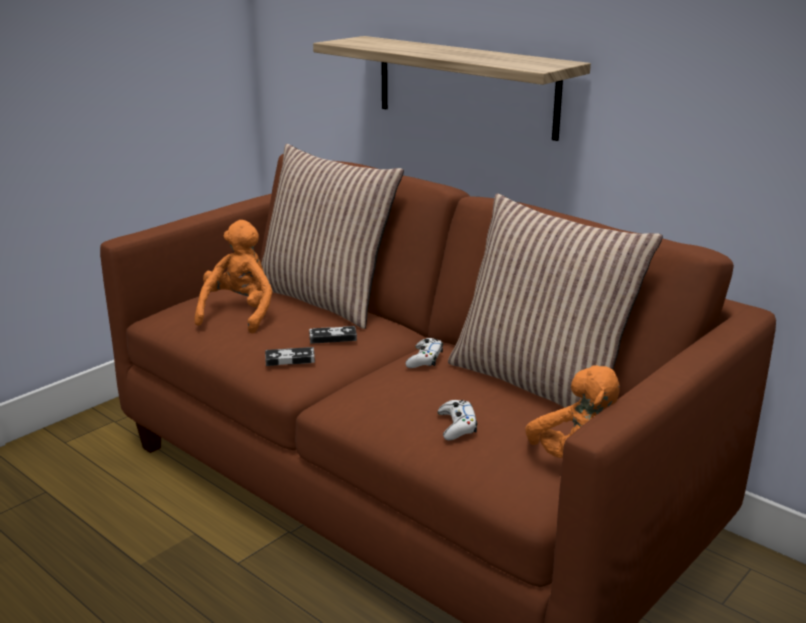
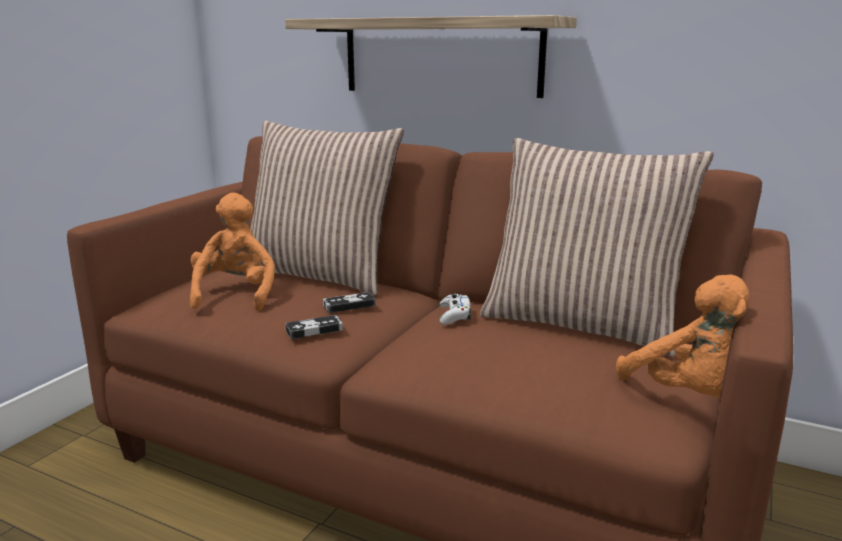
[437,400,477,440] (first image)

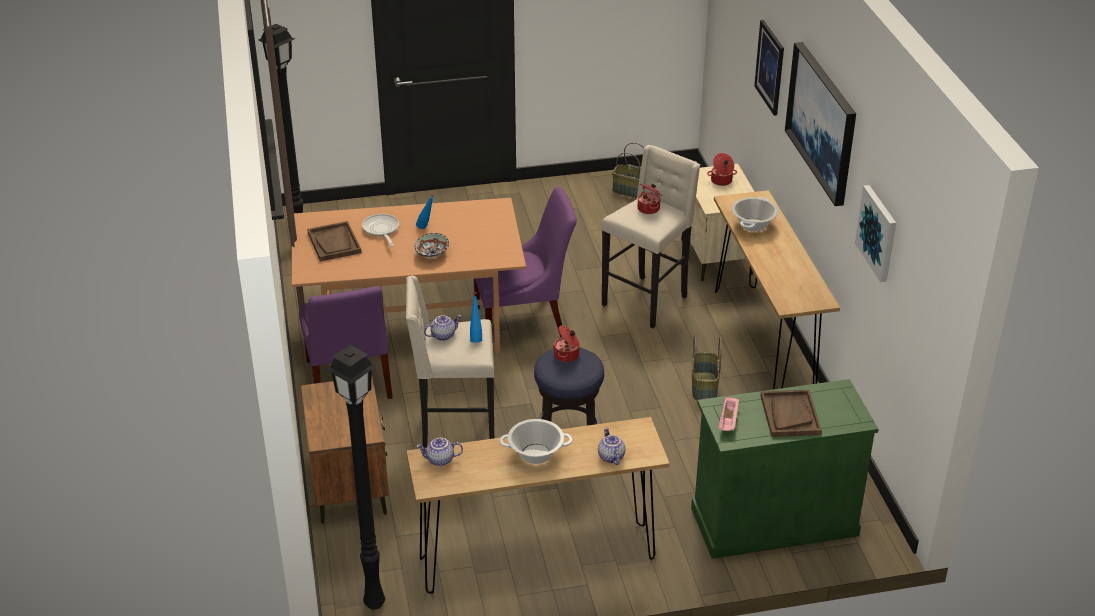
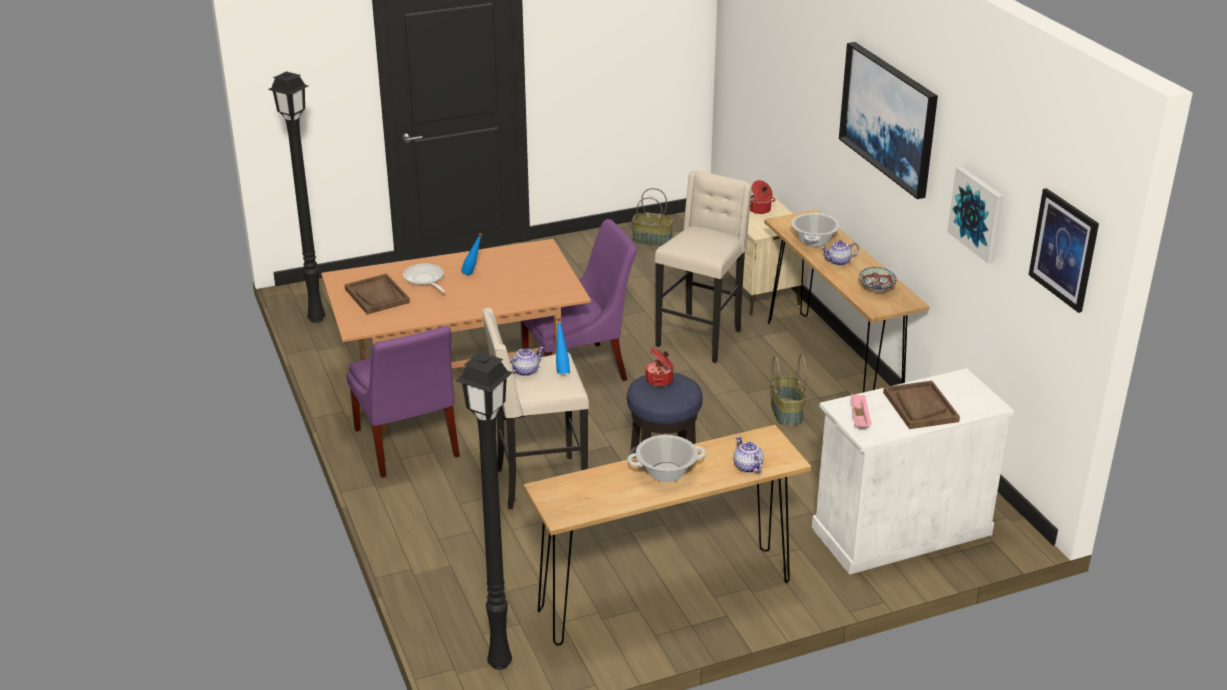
[301,376,389,524] (first image)
[638,184,662,214] (first image)
[859,267,897,292]
[821,240,859,266]
[1029,188,1099,313]
[812,368,1014,575]

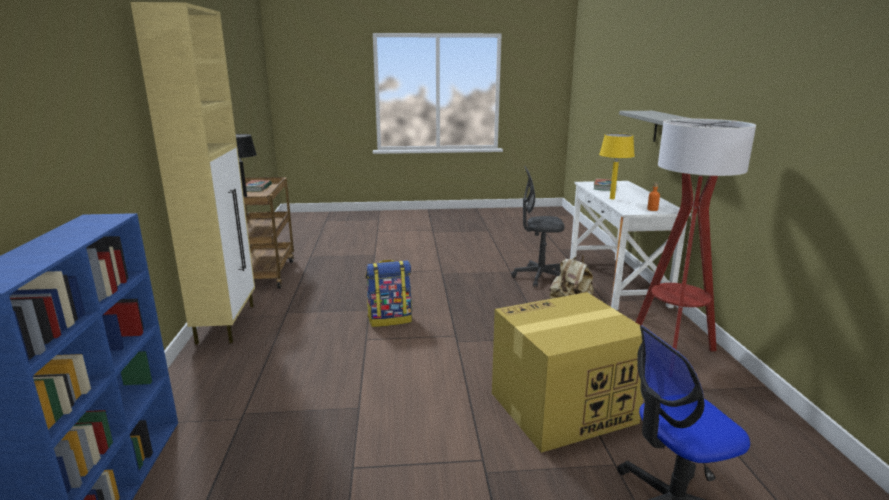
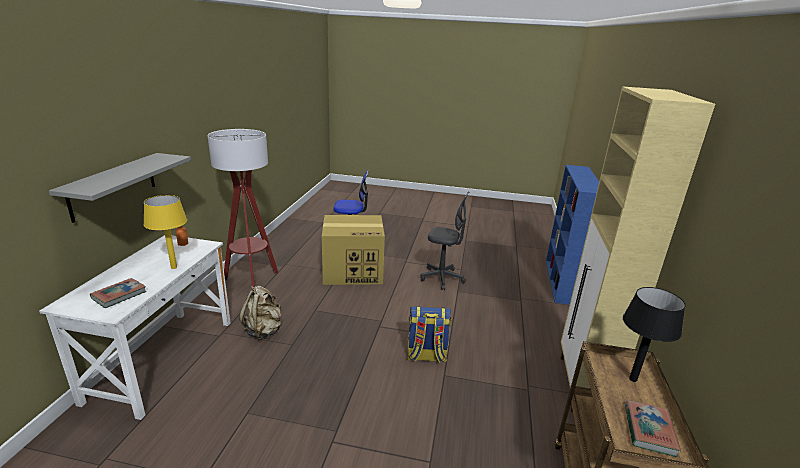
[420,191,470,290]

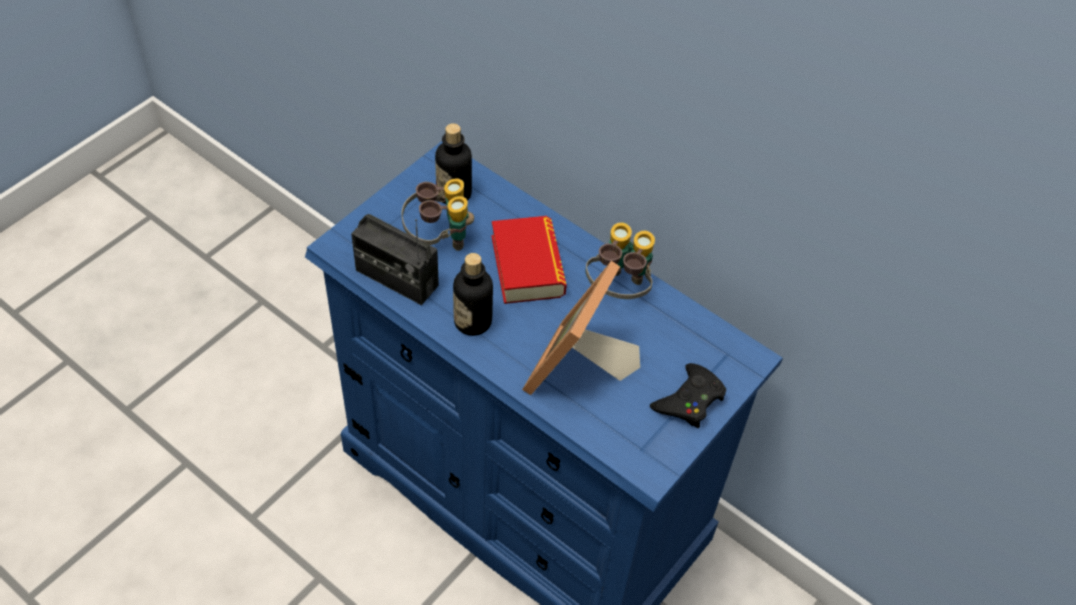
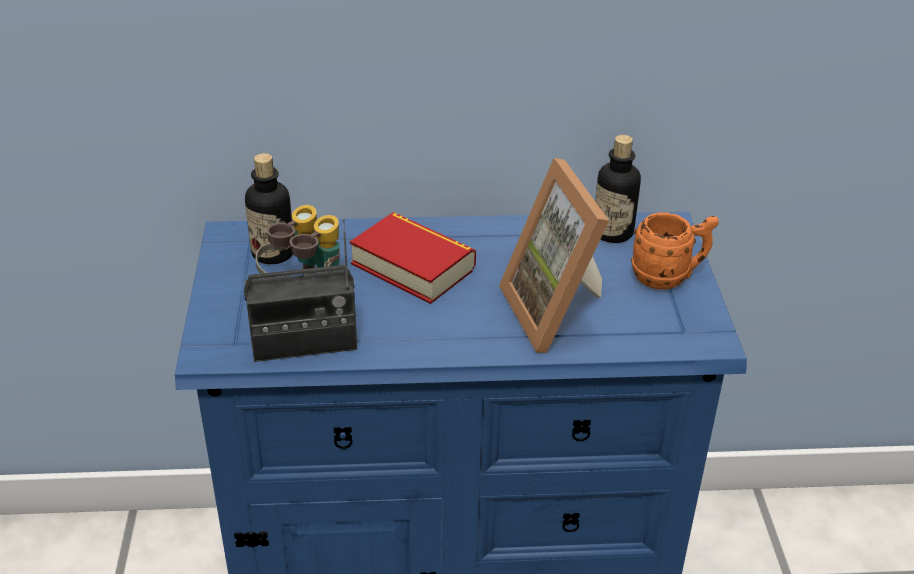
[586,222,655,299] (first image)
[595,135,641,243]
[631,212,719,290]

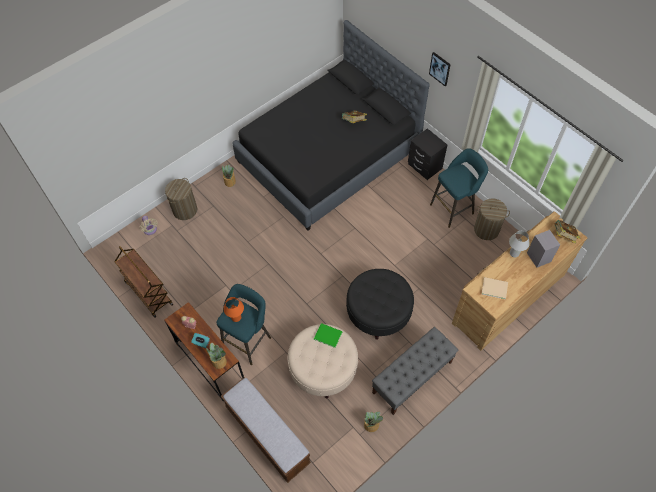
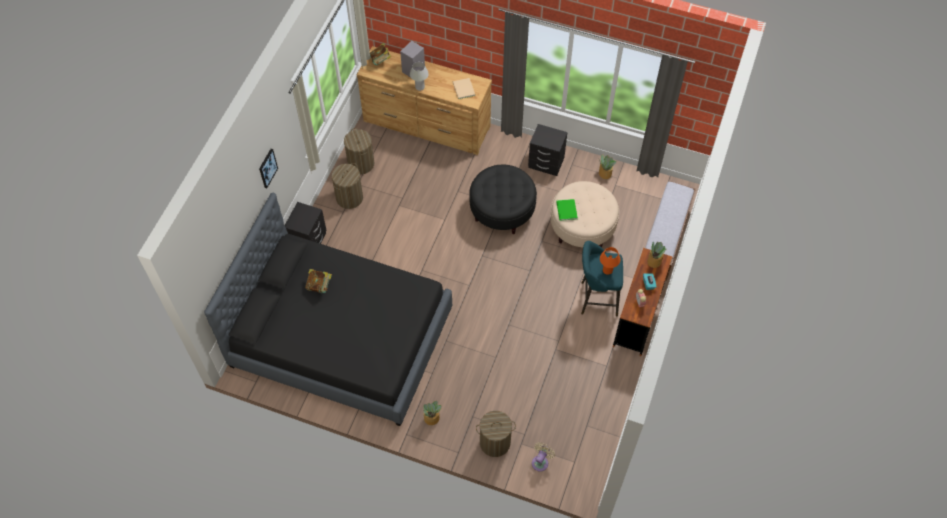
[114,246,173,318] (first image)
[528,124,567,176]
[331,163,363,209]

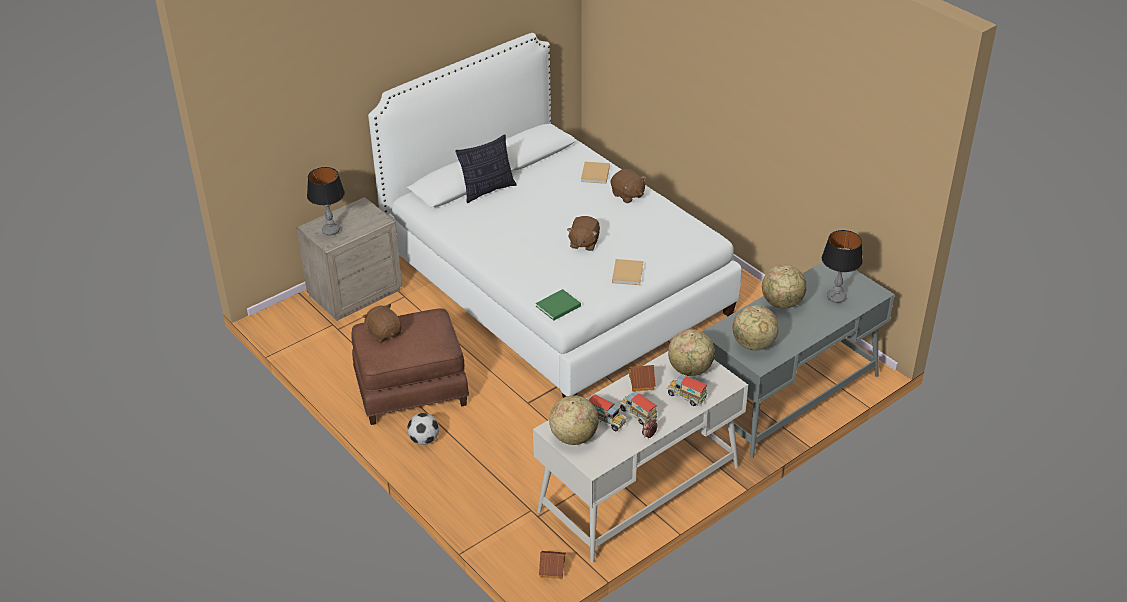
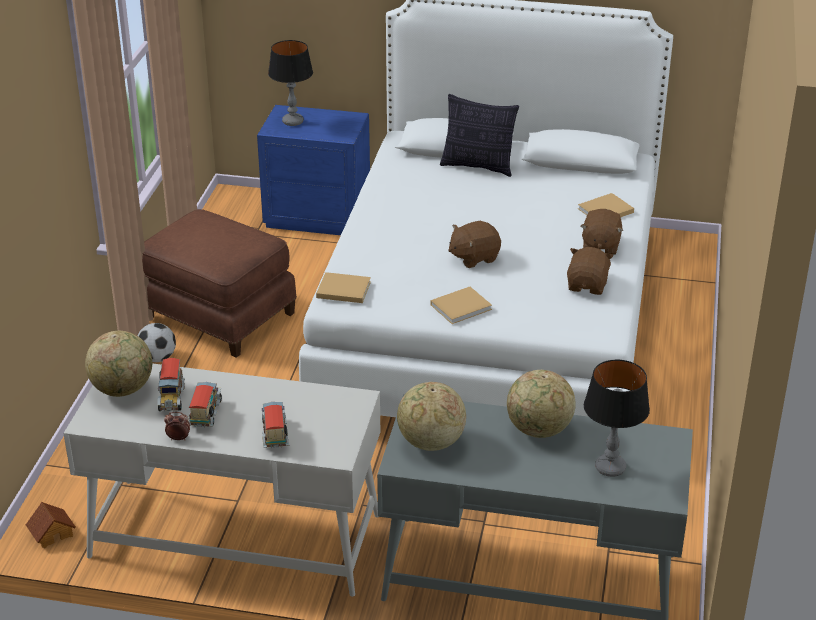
[628,365,656,392] (first image)
[668,329,715,376] (first image)
[567,247,614,295]
[257,105,370,235]
[316,272,371,303]

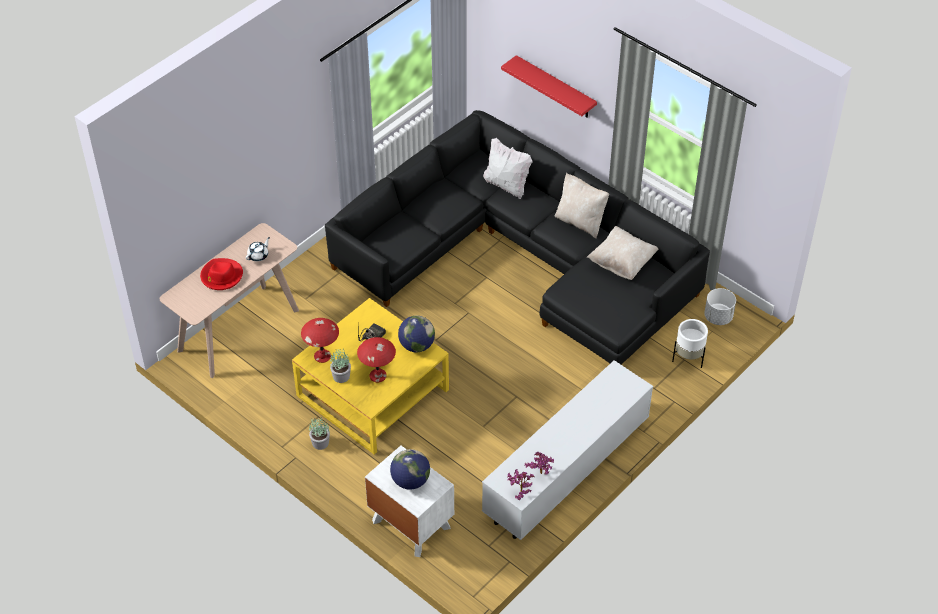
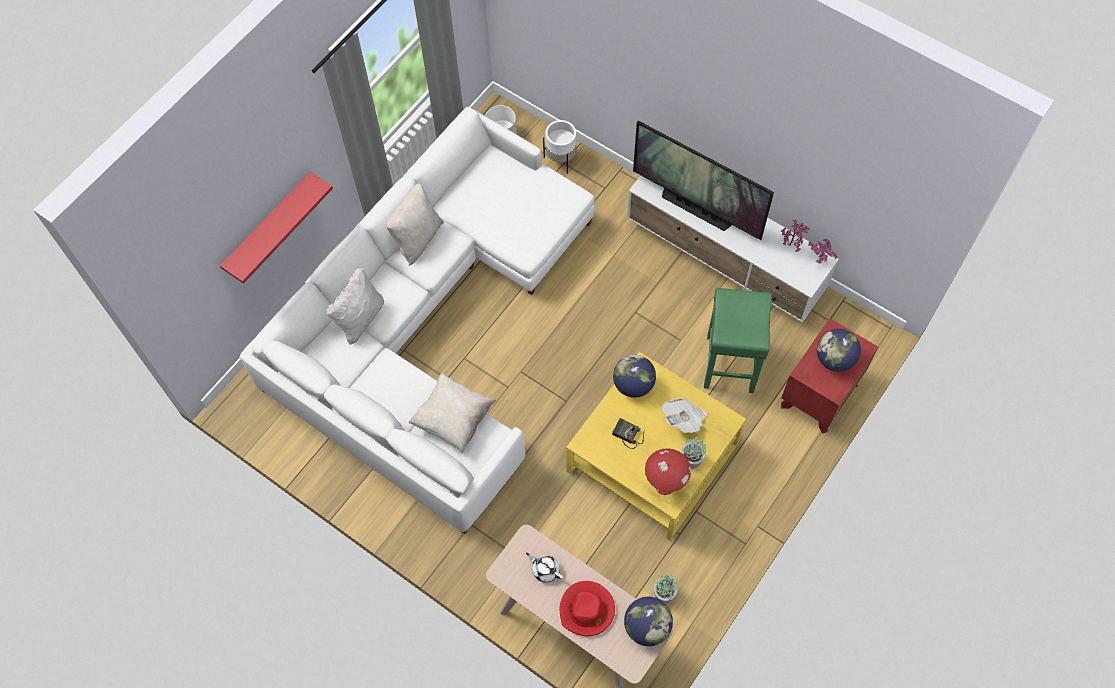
[624,597,673,646]
[633,121,774,240]
[704,288,772,393]
[653,574,678,603]
[408,373,496,453]
[662,398,707,433]
[240,107,595,534]
[781,318,878,434]

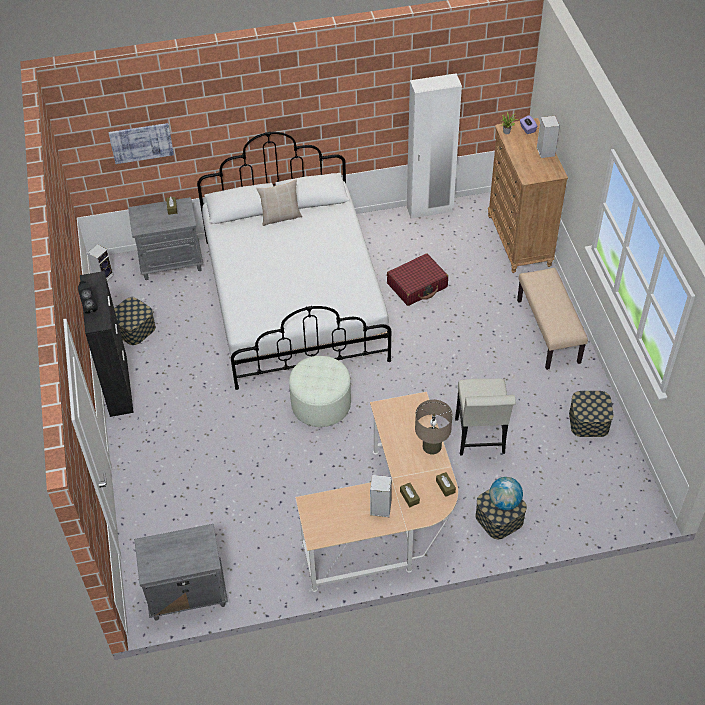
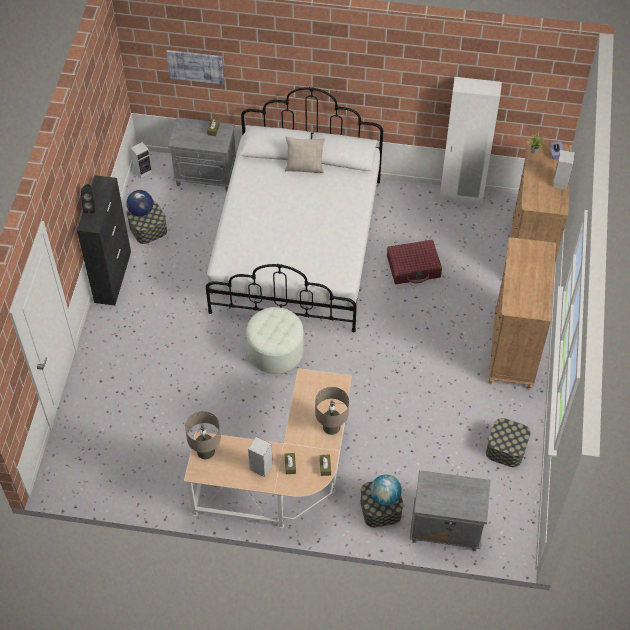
[455,378,516,456] (first image)
[126,190,153,217]
[185,411,221,459]
[410,470,491,551]
[488,237,556,390]

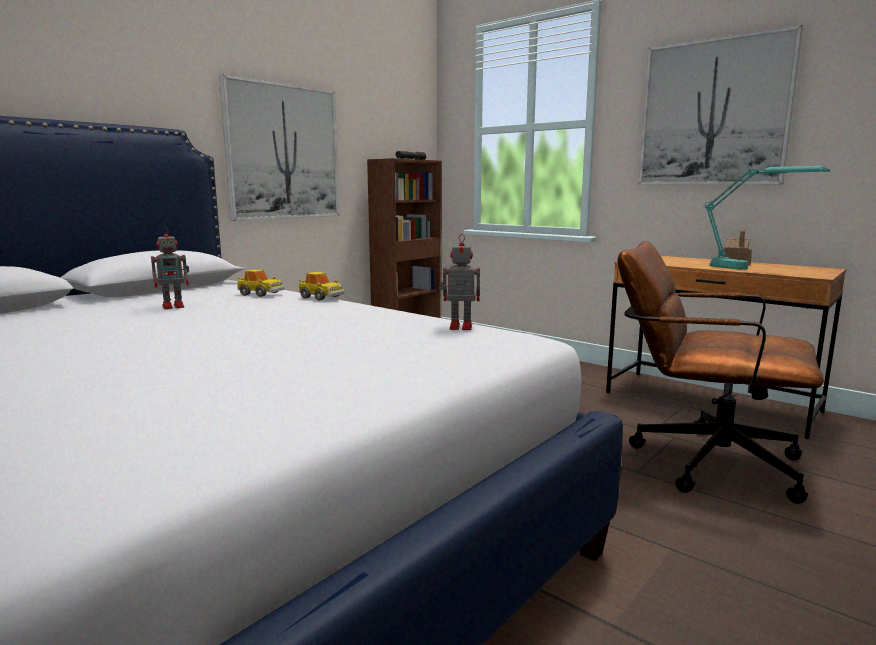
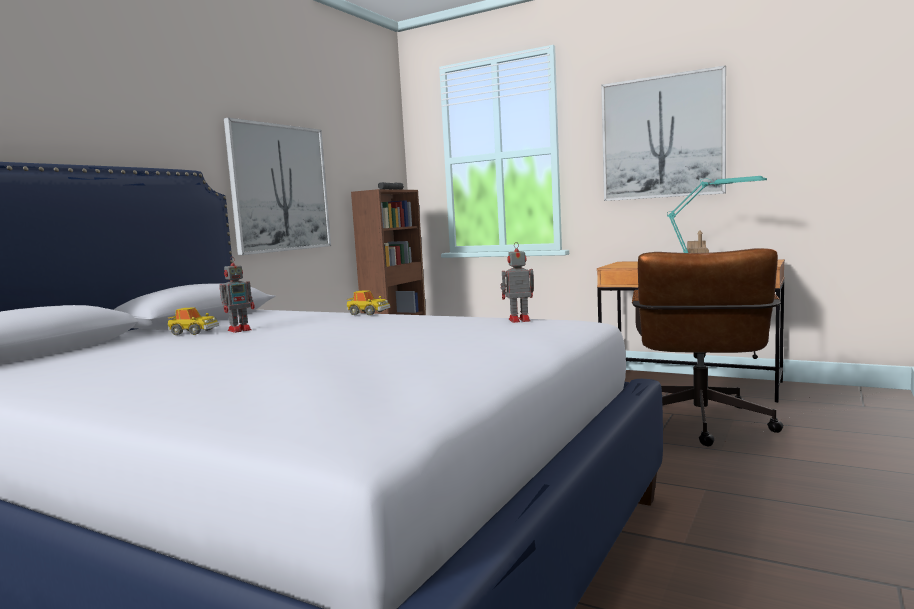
[168,307,219,335]
[632,248,783,446]

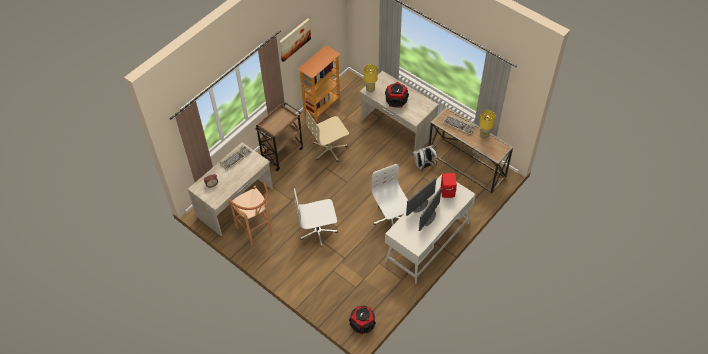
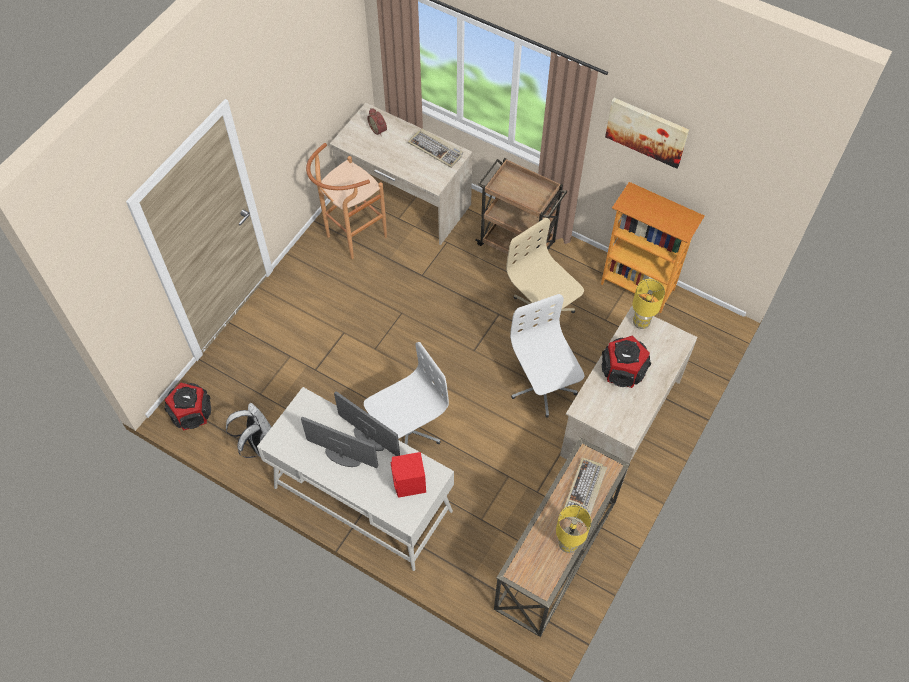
[510,294,584,418]
[226,403,272,458]

